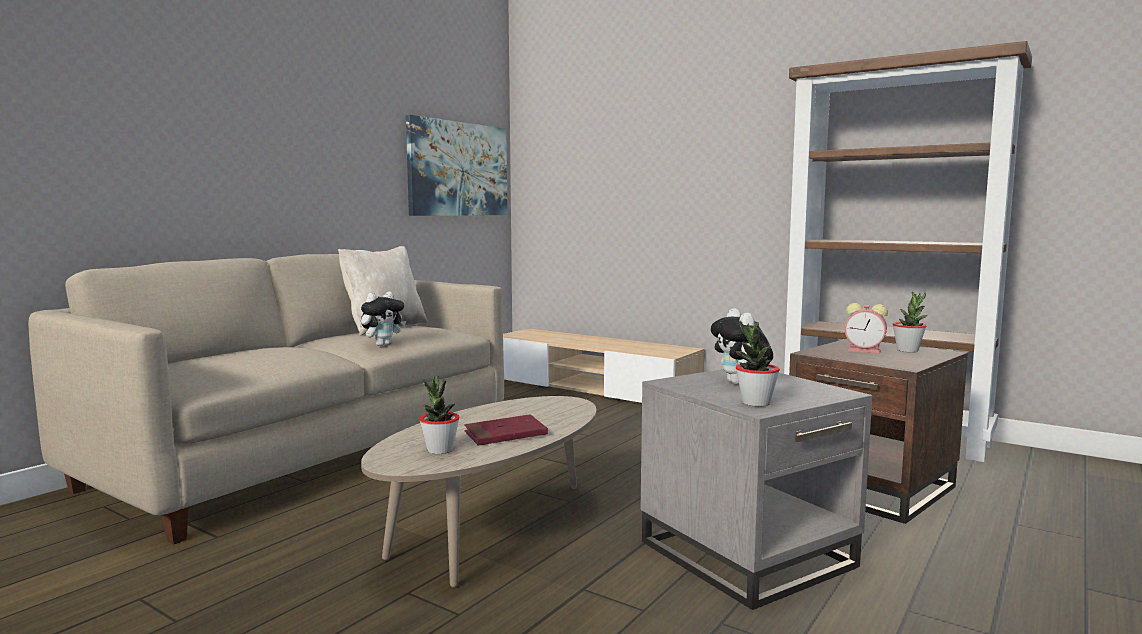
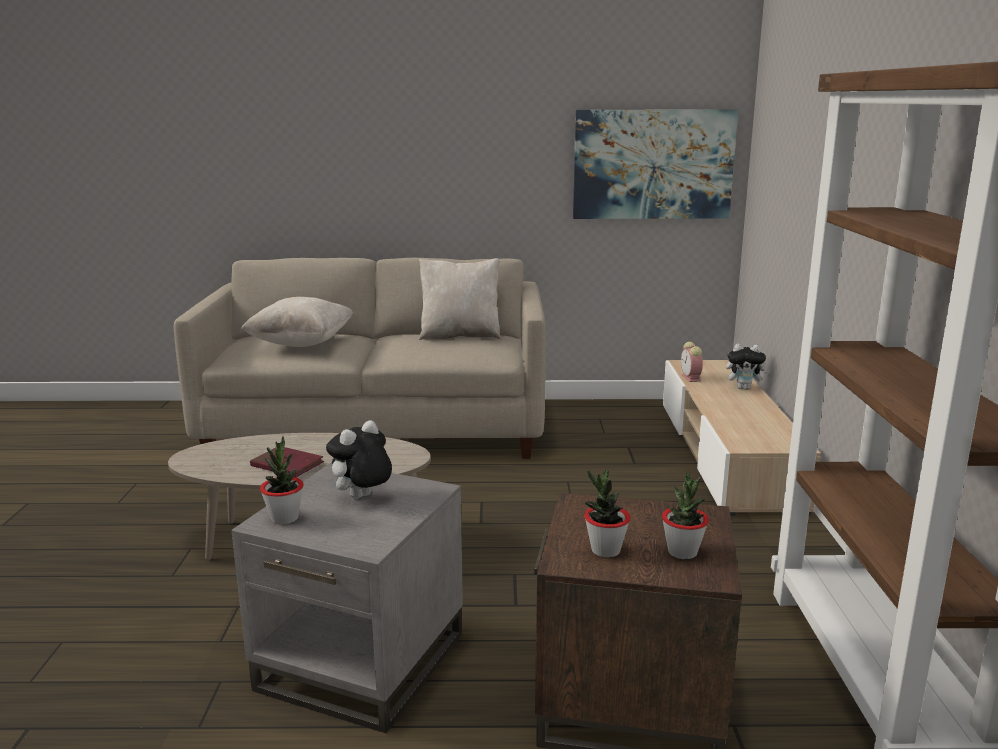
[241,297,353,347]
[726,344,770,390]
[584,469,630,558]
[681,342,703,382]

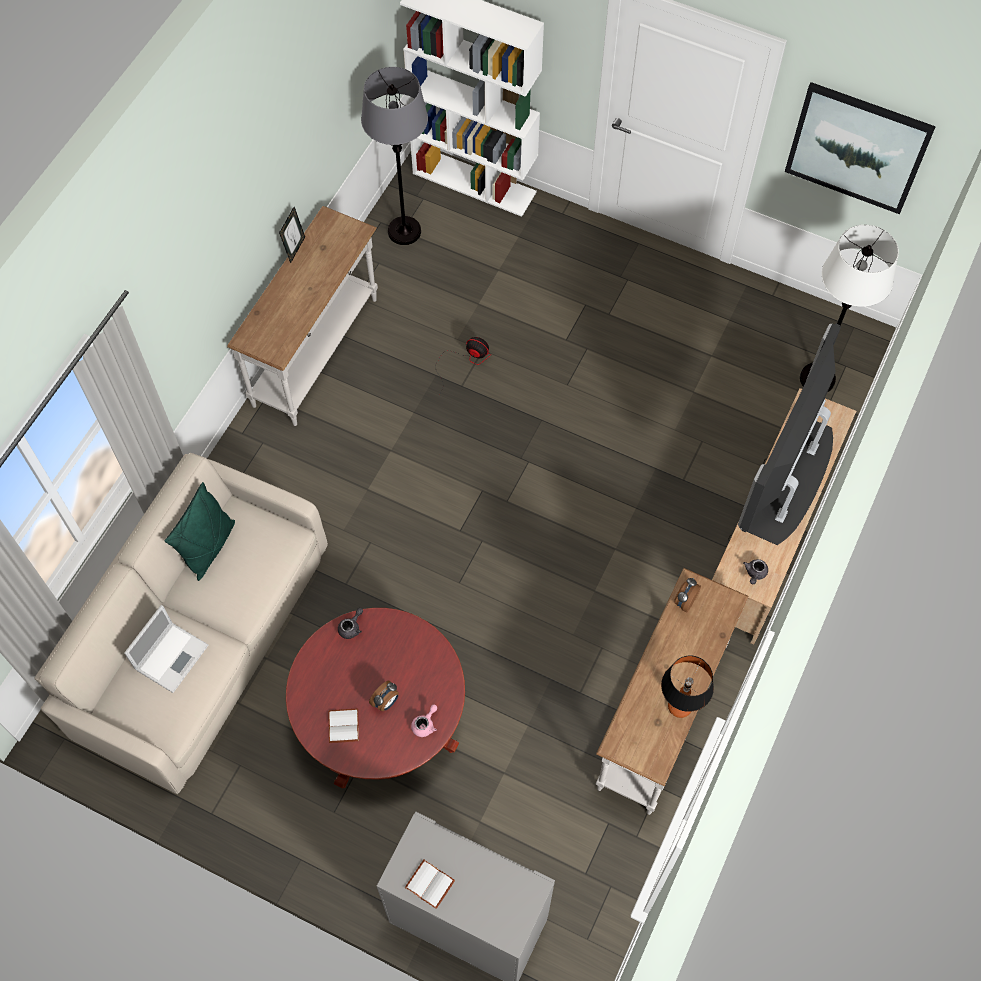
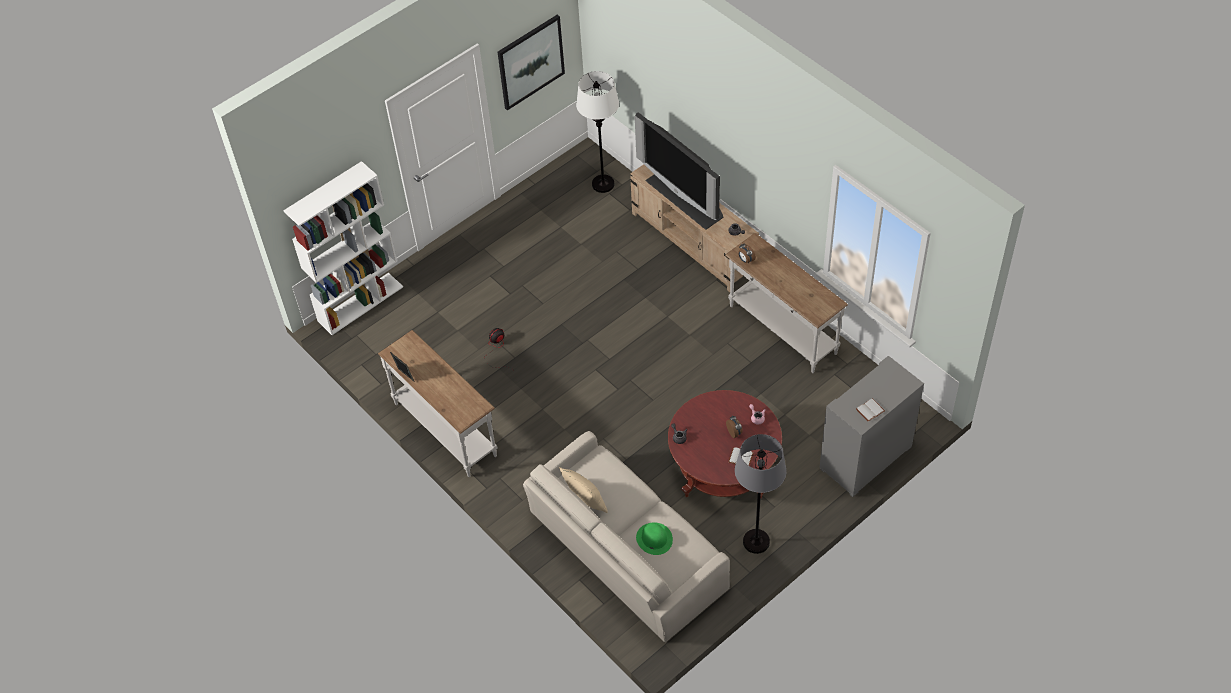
[661,656,714,718] (first image)
[735,434,787,554]
[636,523,673,555]
[559,467,608,513]

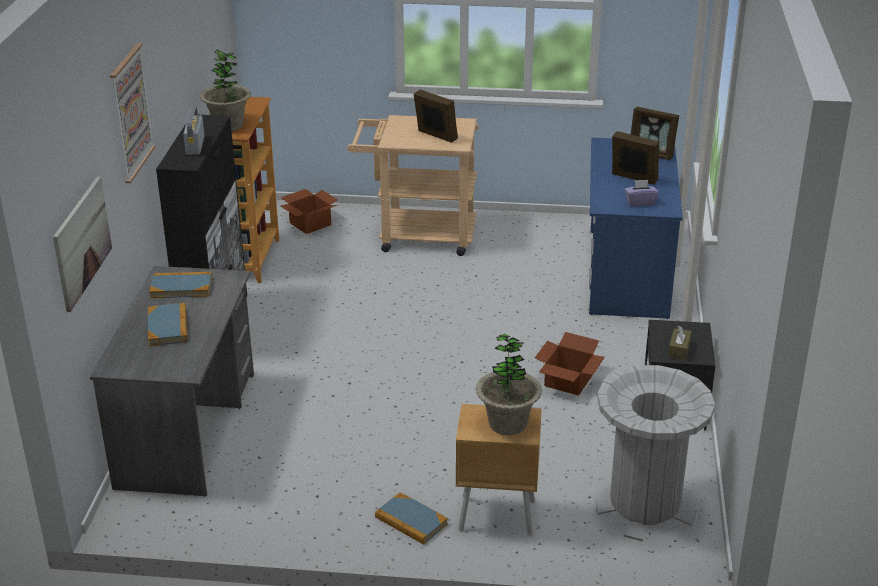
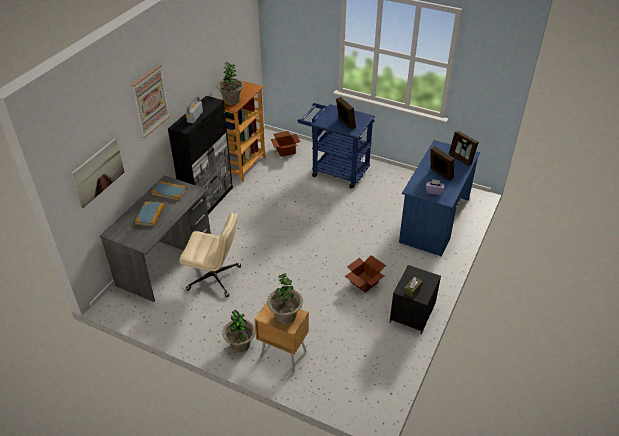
[596,365,715,542] (first image)
[179,213,241,297]
[222,310,255,353]
[298,103,375,189]

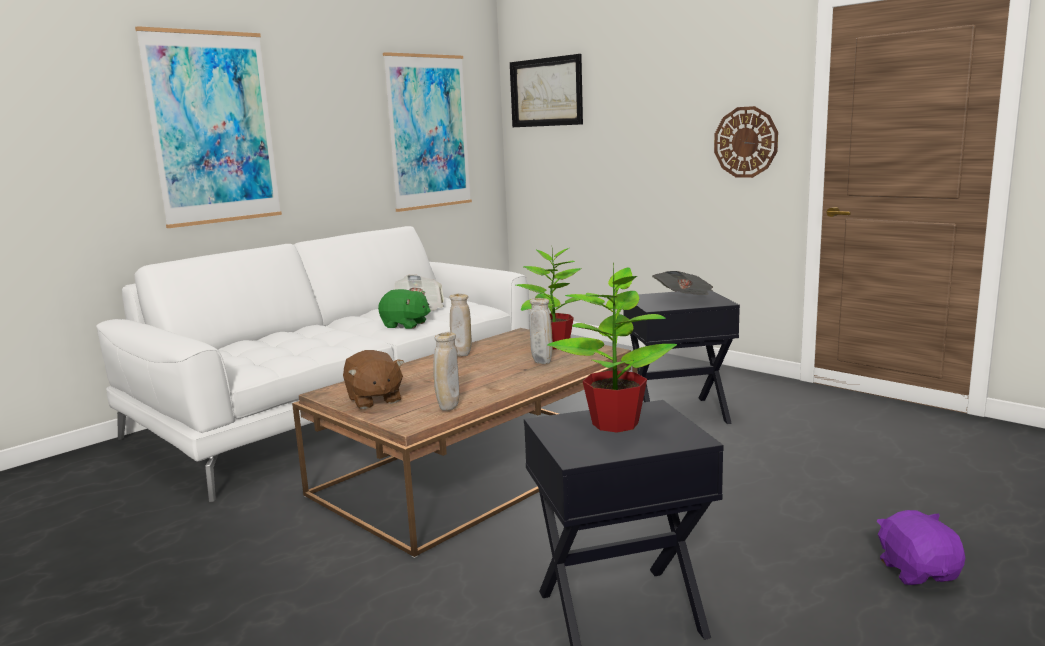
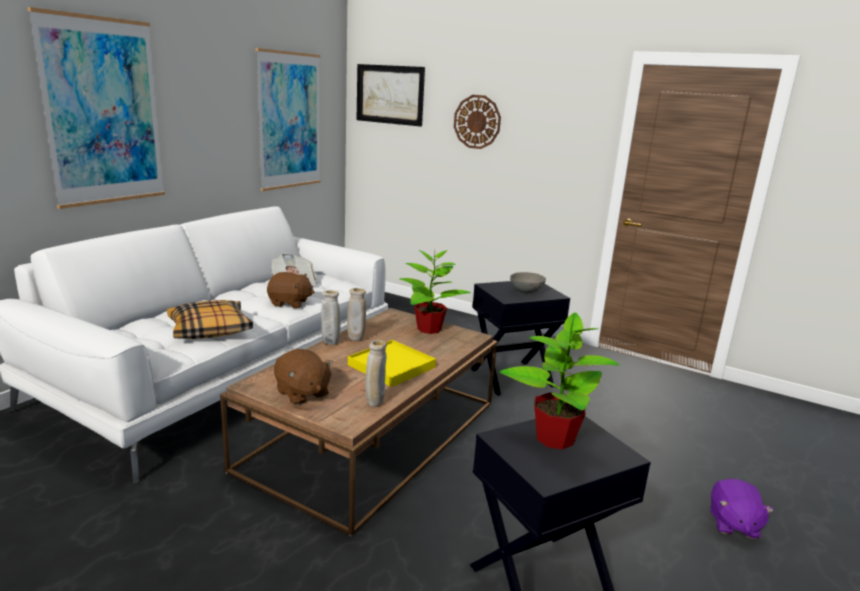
[167,300,253,339]
[348,340,436,387]
[321,291,340,345]
[454,95,501,149]
[510,272,546,293]
[267,272,314,308]
[711,479,774,539]

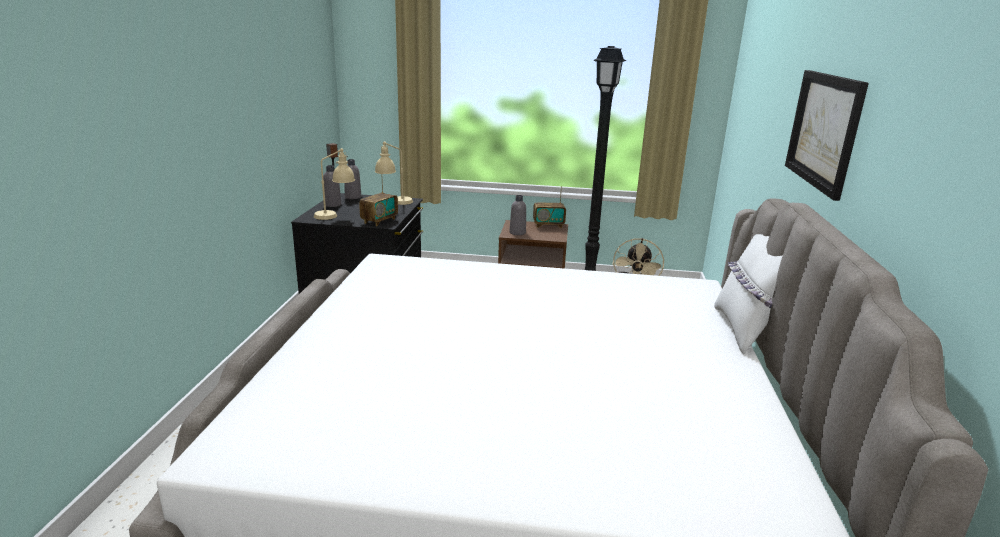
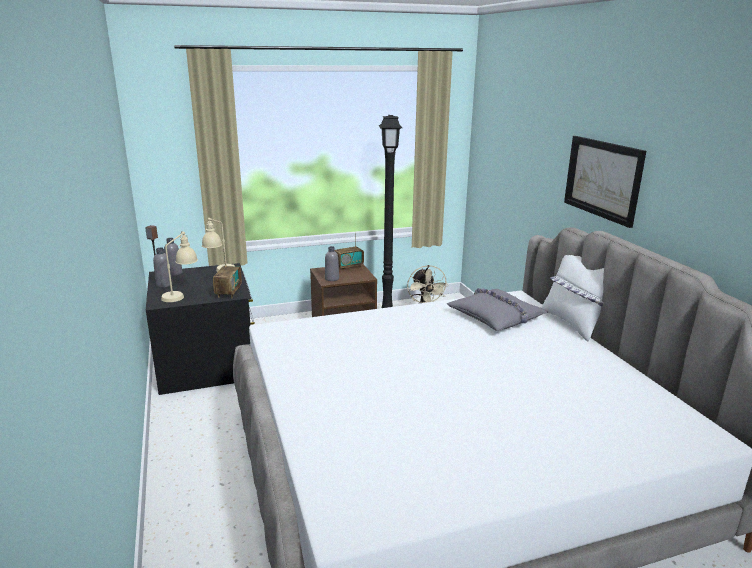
[447,288,548,331]

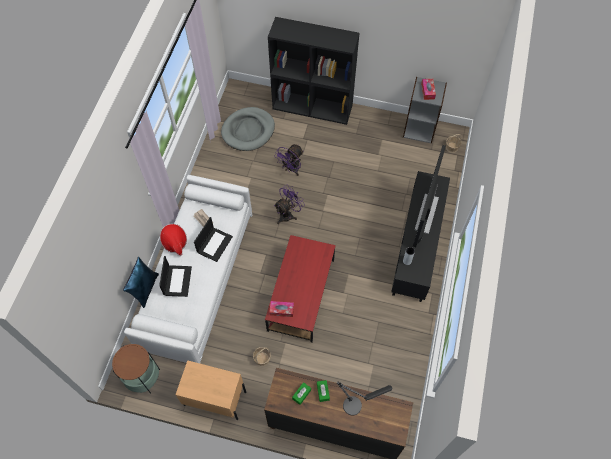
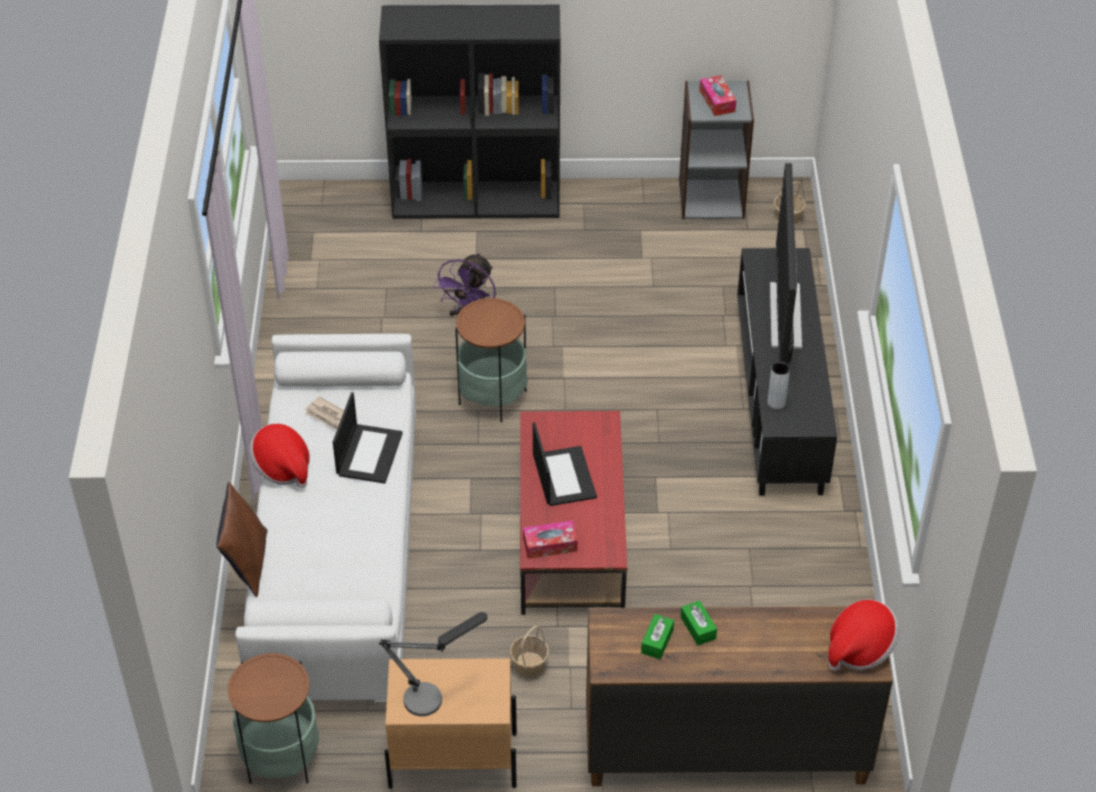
[221,107,275,151] (first image)
[828,600,899,671]
[533,422,597,506]
[379,612,487,716]
[455,298,527,422]
[216,482,267,597]

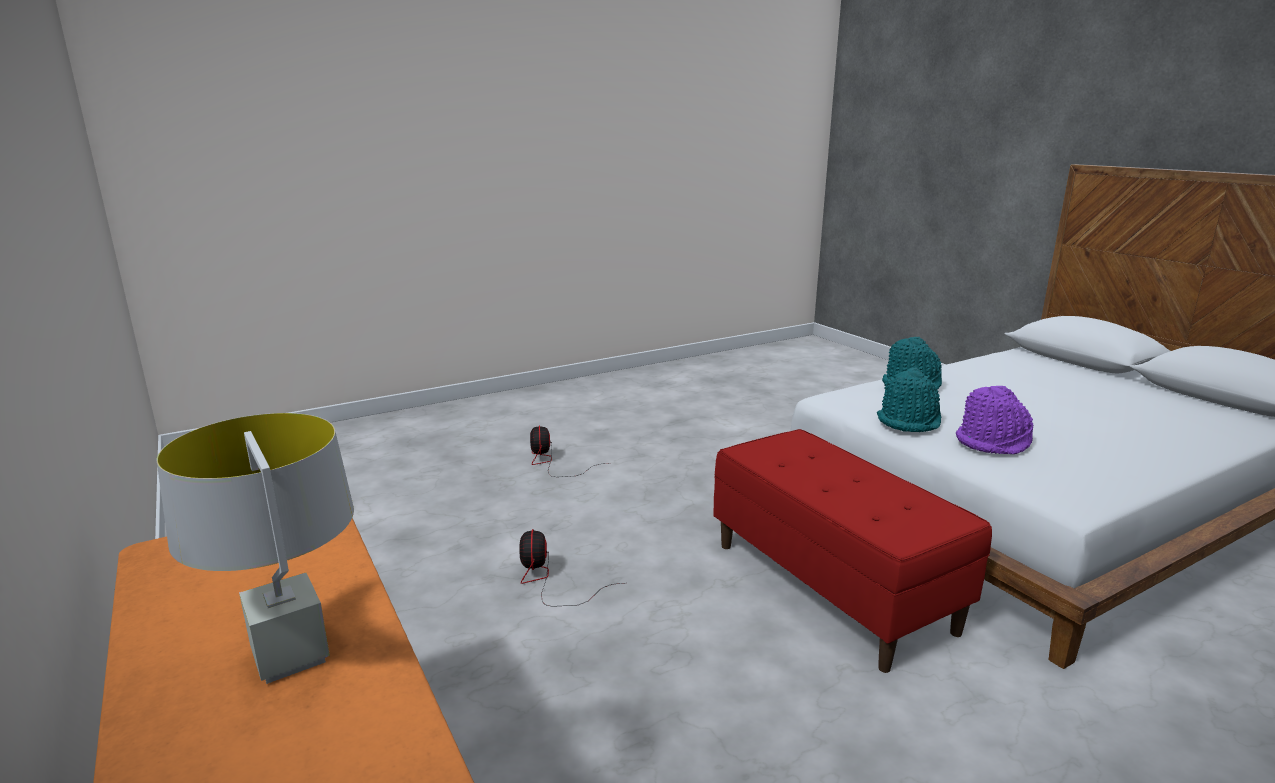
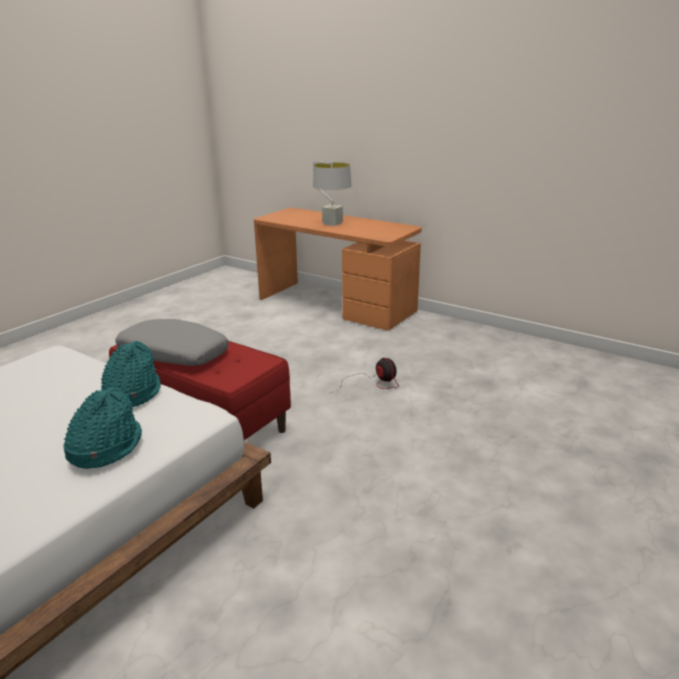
[530,425,607,477] (first image)
[956,386,1033,454] (first image)
[115,319,229,366]

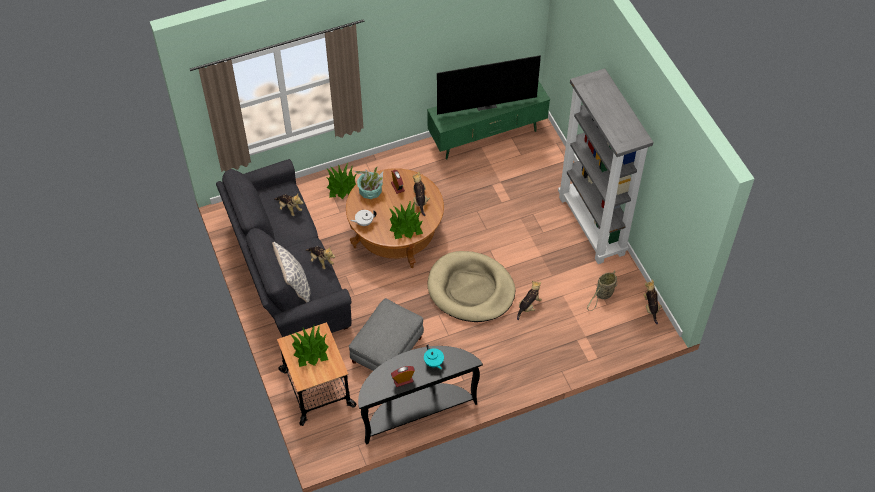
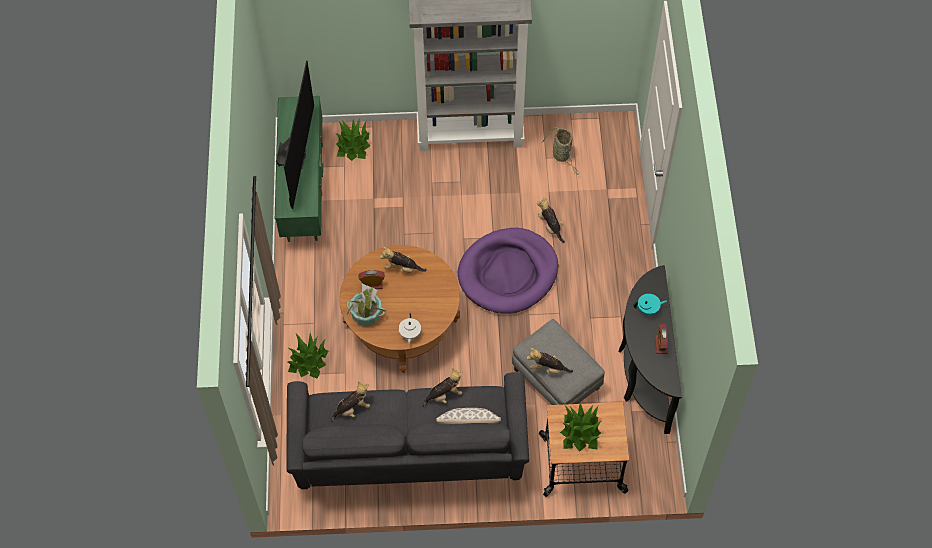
[336,119,371,161]
[526,348,573,374]
[458,228,558,314]

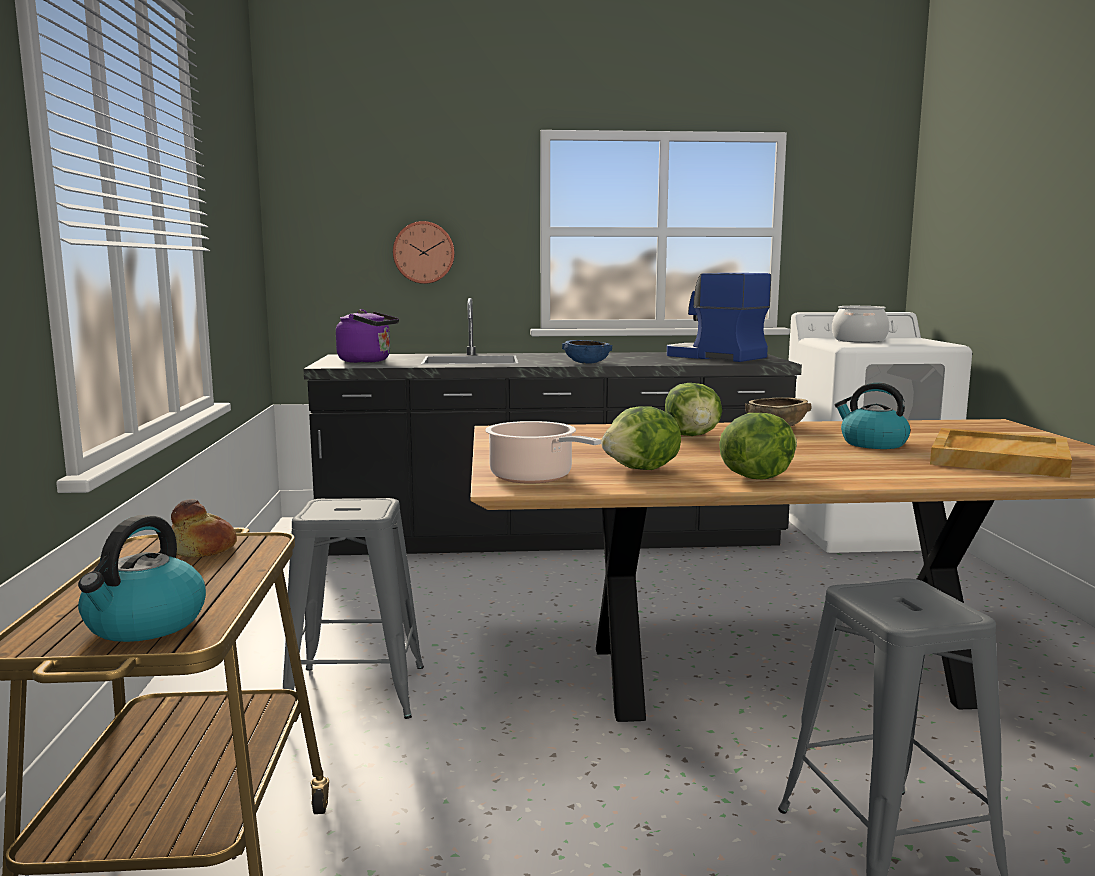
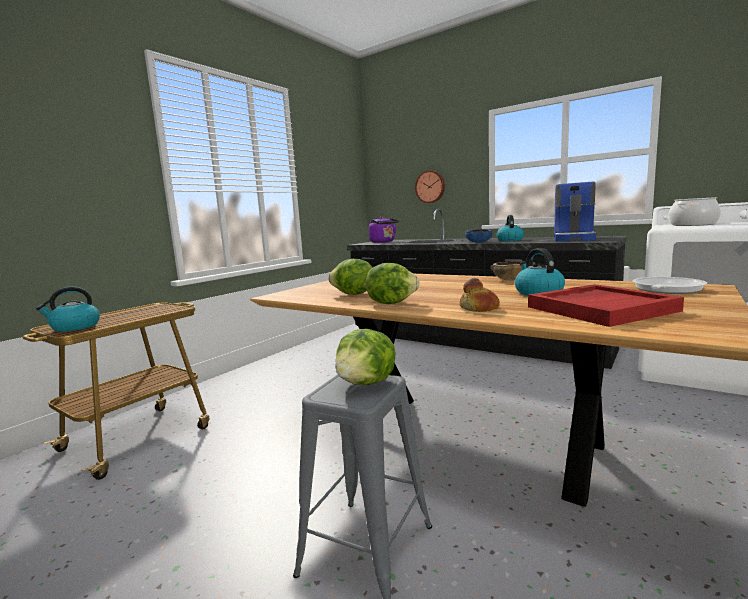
[283,498,424,719] (first image)
[485,421,601,484] (first image)
[497,215,524,241]
[633,277,707,294]
[460,278,500,312]
[335,329,396,385]
[528,284,684,327]
[554,182,596,242]

